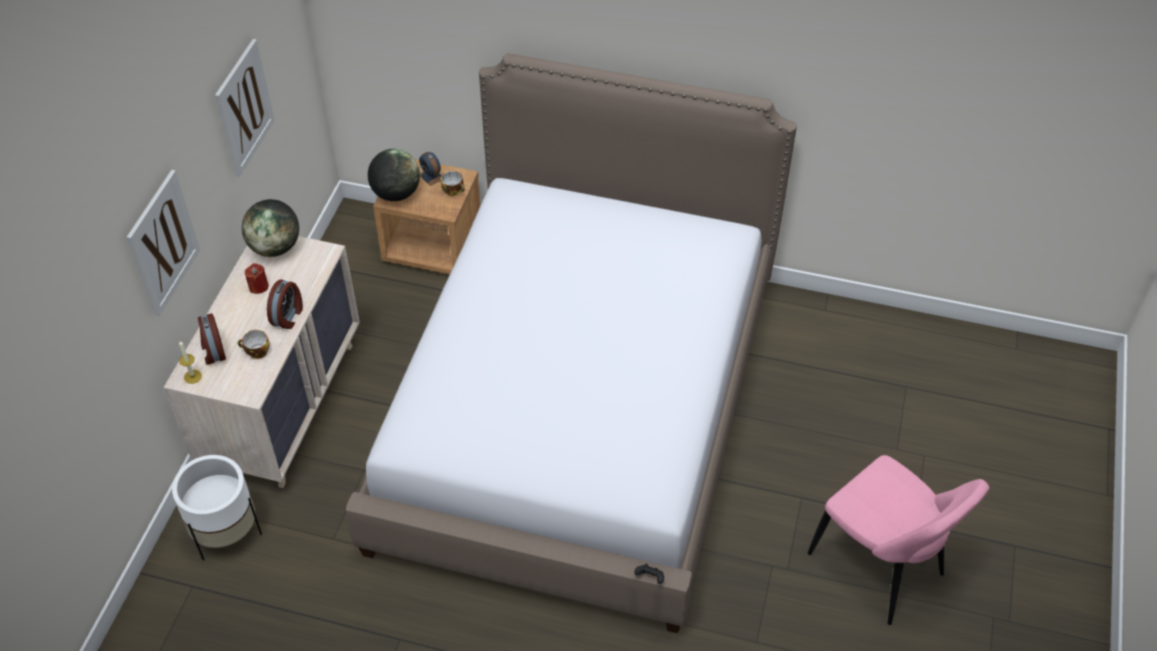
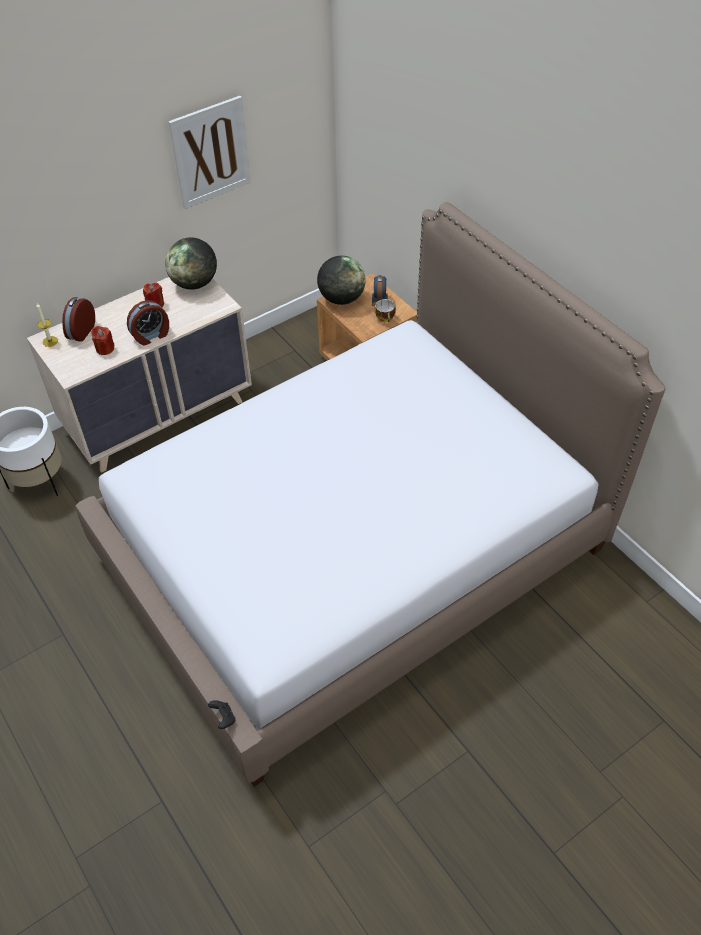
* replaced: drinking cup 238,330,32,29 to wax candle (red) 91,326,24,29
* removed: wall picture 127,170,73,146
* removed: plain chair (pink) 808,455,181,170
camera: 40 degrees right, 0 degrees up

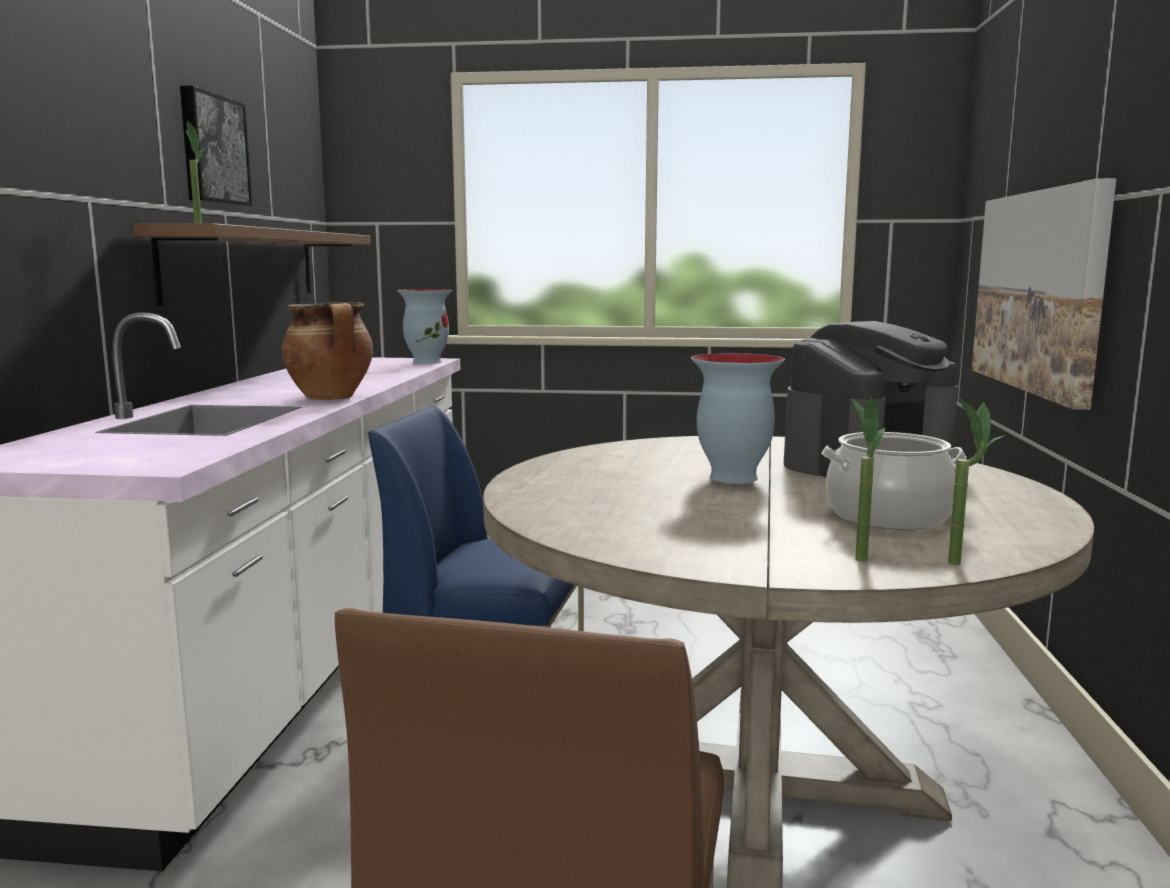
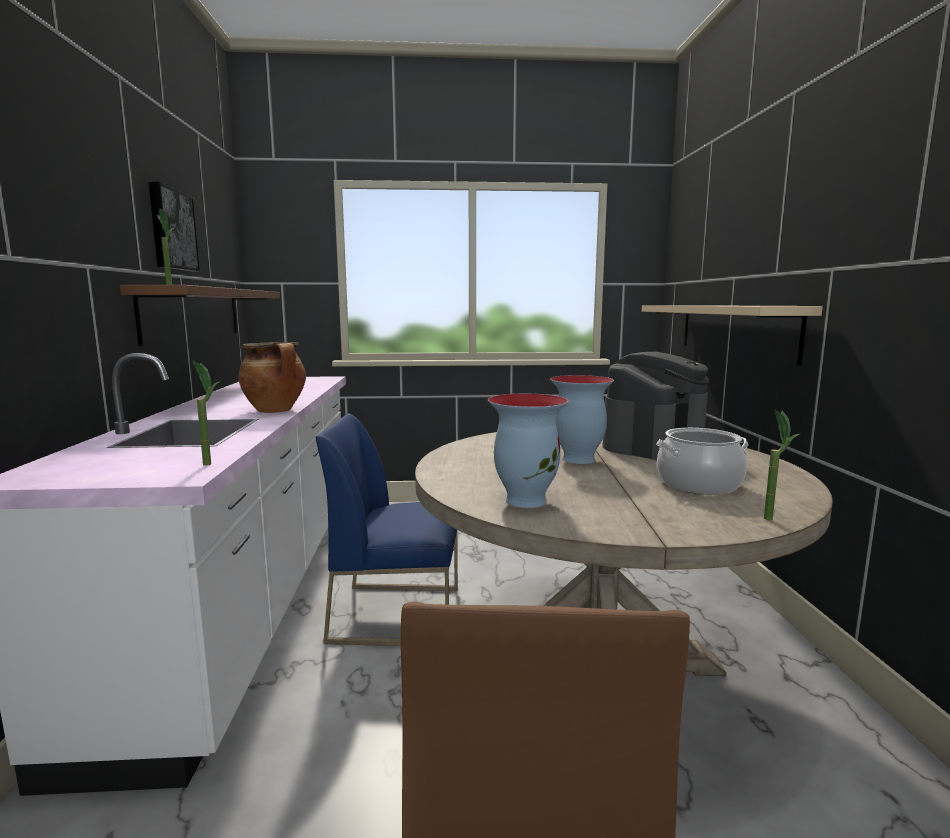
* moved: plant in a pot 852,397,33,165 to 192,360,28,106
* moved: flower vase 397,289,55,75 to 488,393,80,115
* replaced: wall picture 972,178,144,232 to bracket shelf (beige-coloured) 642,305,181,60
camera: 10 degrees left, 0 degrees up

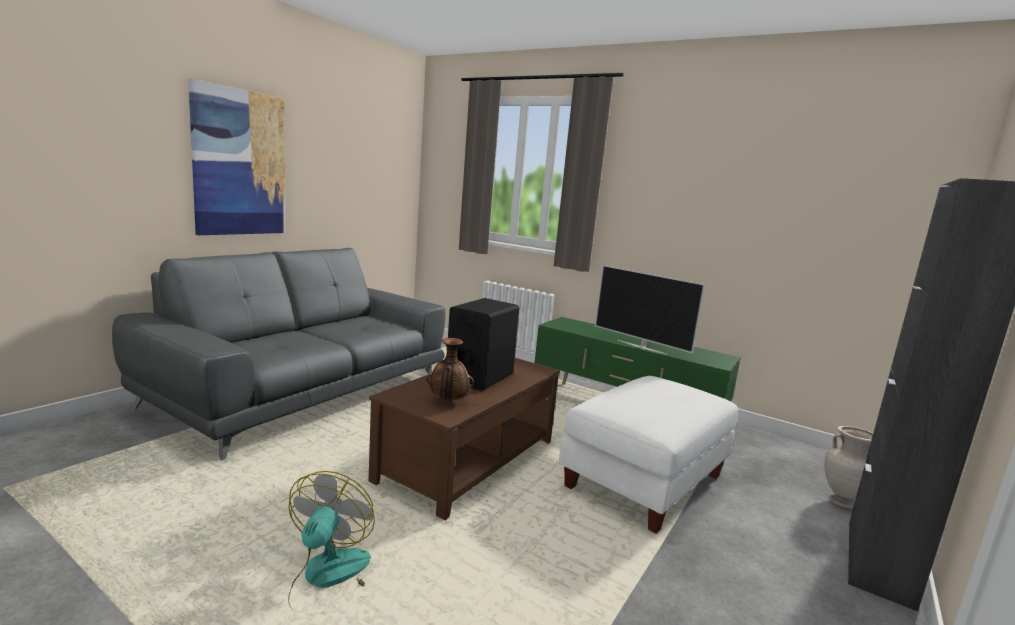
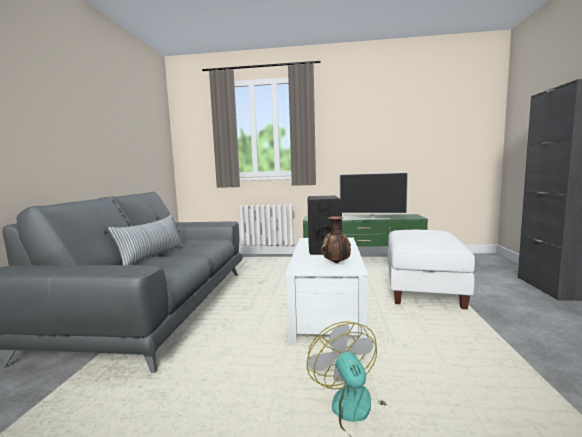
* added: throw pillow 108,215,76,50
* recoloured: lounge table (brown-coloured) 368,358,192,162 to lounge table (white) 285,237,83,106
* removed: wall picture 188,79,97,156
* removed: flower vase (beige-coloured) 825,426,48,83
camera: 25 degrees left, 5 degrees down

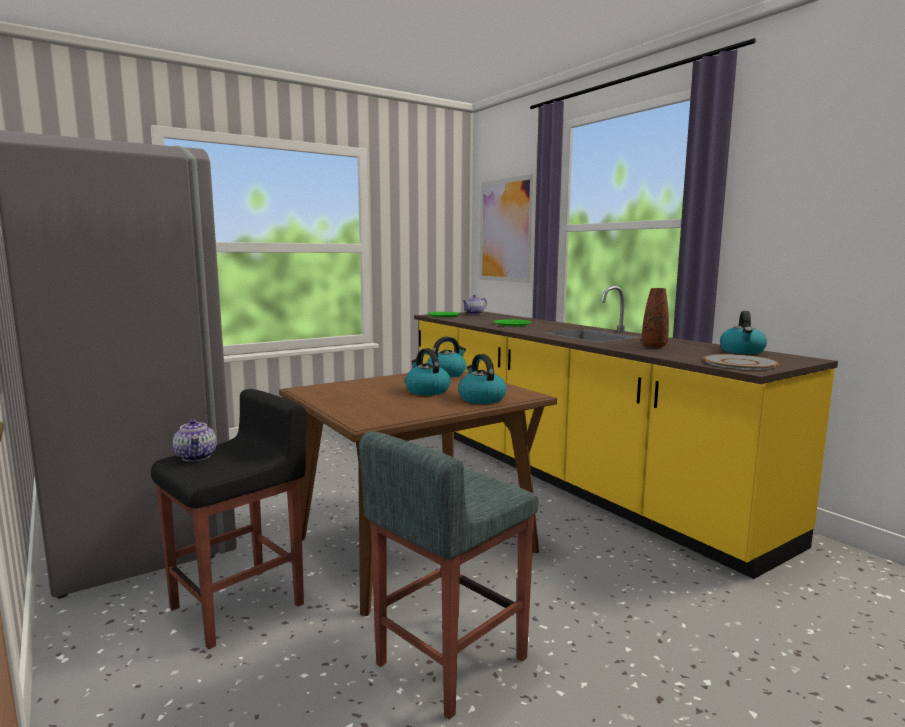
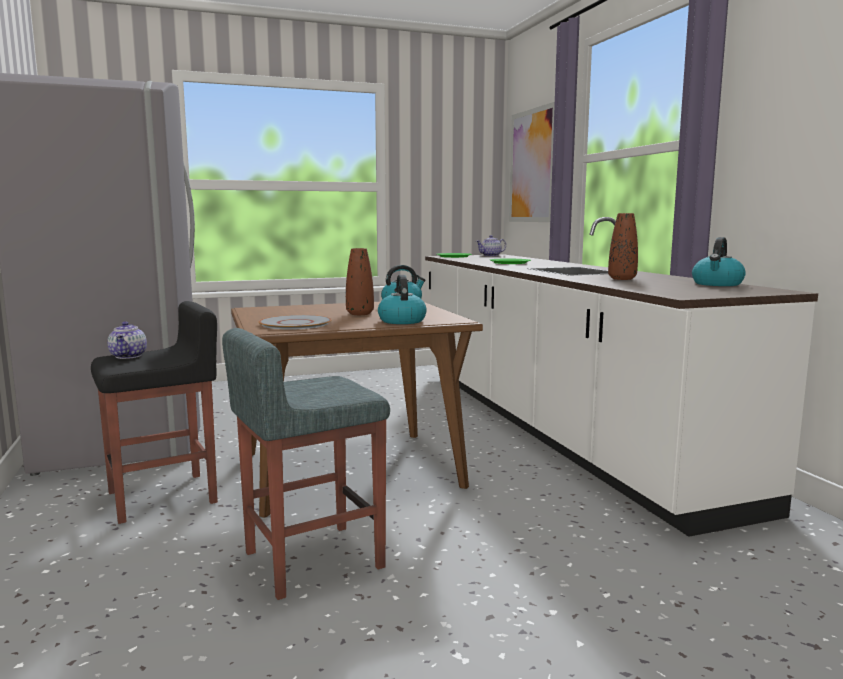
* moved: dinner plate (grey) 703,354,76,16 to 259,315,73,15
* replaced: water kettle 405,348,46,47 to flower vase (brown-coloured) 346,248,28,67
* recoloured: kitchen counter (yellow-coloured) 414,286,424,293 to kitchen counter (white) 425,217,393,320
camera: 15 degrees right, 0 degrees up

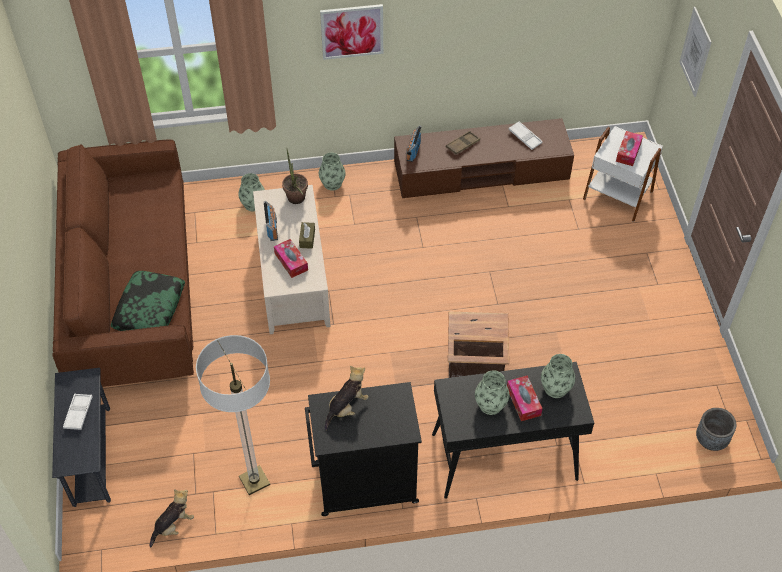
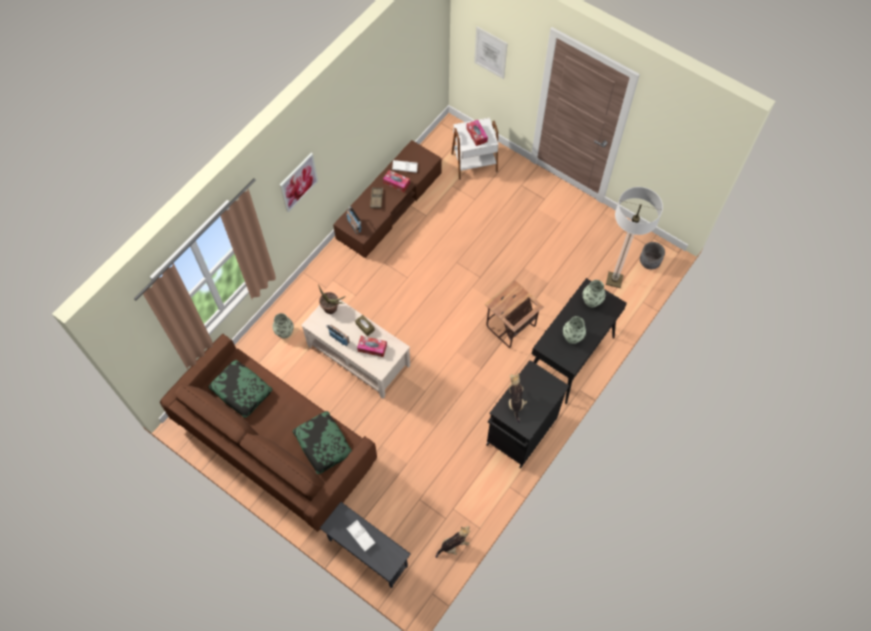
* added: throw pillow 208,360,64,58
* moved: tissue holder 507,375,36,46 to 383,170,27,22
* turned: cuddly toy 150,489,44,58 = 436,526,34,32 60 degrees clockwise
* moved: floor lamp 196,335,74,160 to 606,187,57,101
* removed: flower vase 319,152,26,38
camera: 45 degrees left, 10 degrees up

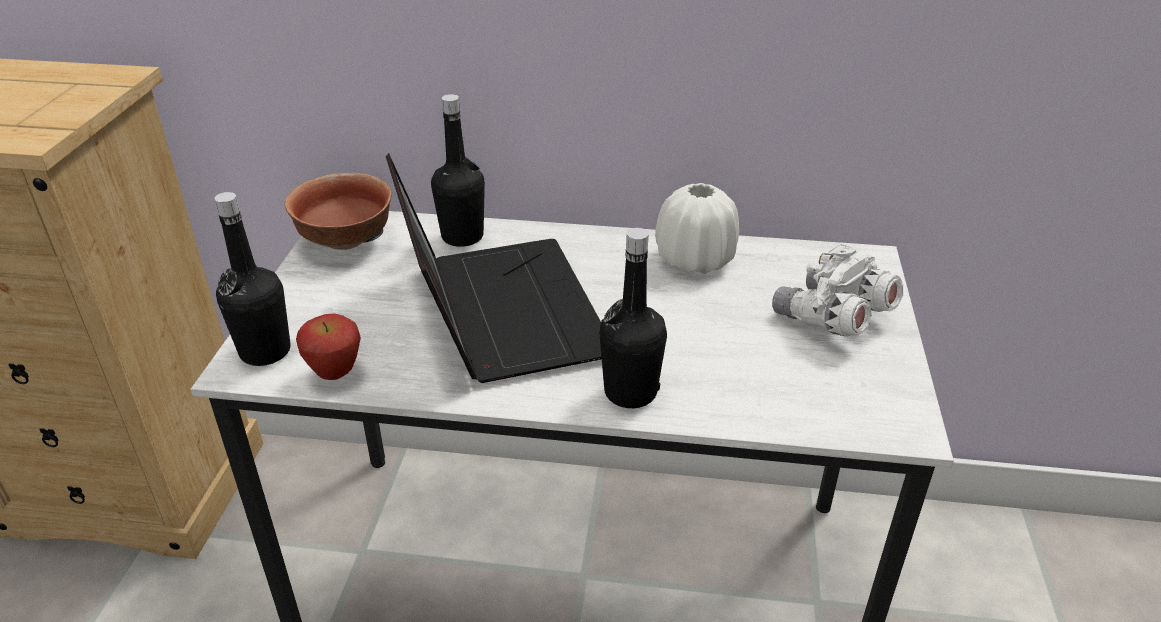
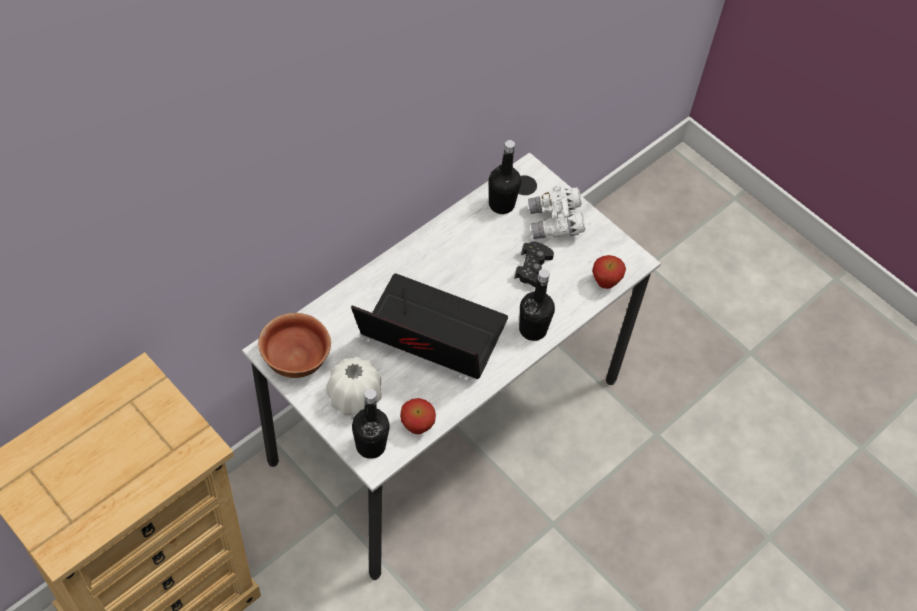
* moved: flower vase (white) 655,183,84,91 to 326,357,56,59
* moved: bottle (blackish) 431,94,54,153 to 489,140,32,74
* added: gamepad (blackish) 514,242,40,45
* added: whole apple 592,255,34,34
camera: 55 degrees left, 20 degrees up

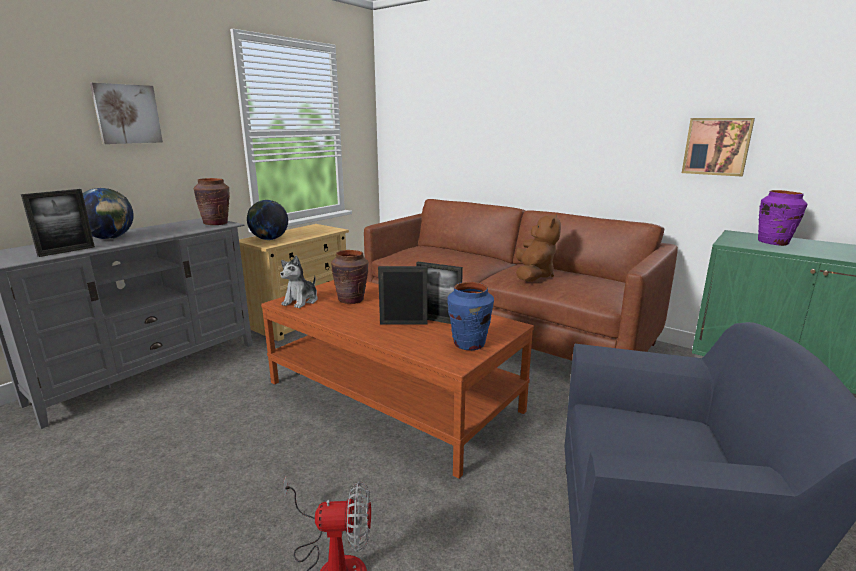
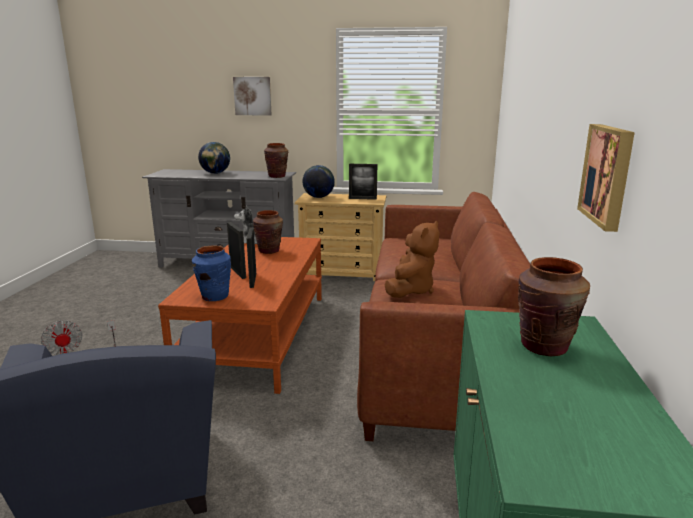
* moved: photo frame 21,189,74,68 to 349,164,28,36
* turned: cuddly toy (brown-coloured) 516,213,45,69 = 385,221,55,77 45 degrees counterclockwise
* recoloured: flower vase (purple-coloured) 758,190,49,56 to flower vase (brown-coloured) 518,257,72,99
camera: 60 degrees right, 0 degrees up

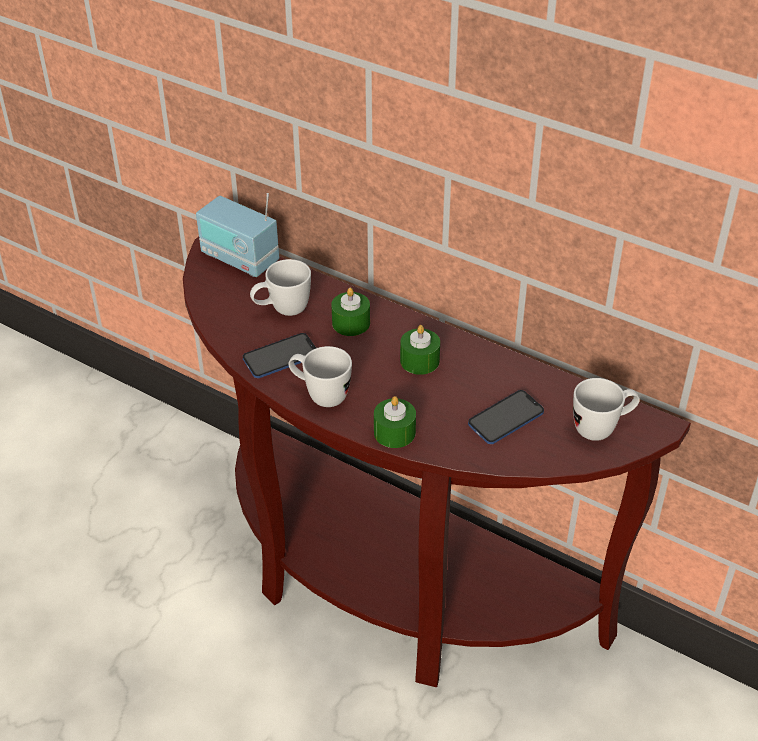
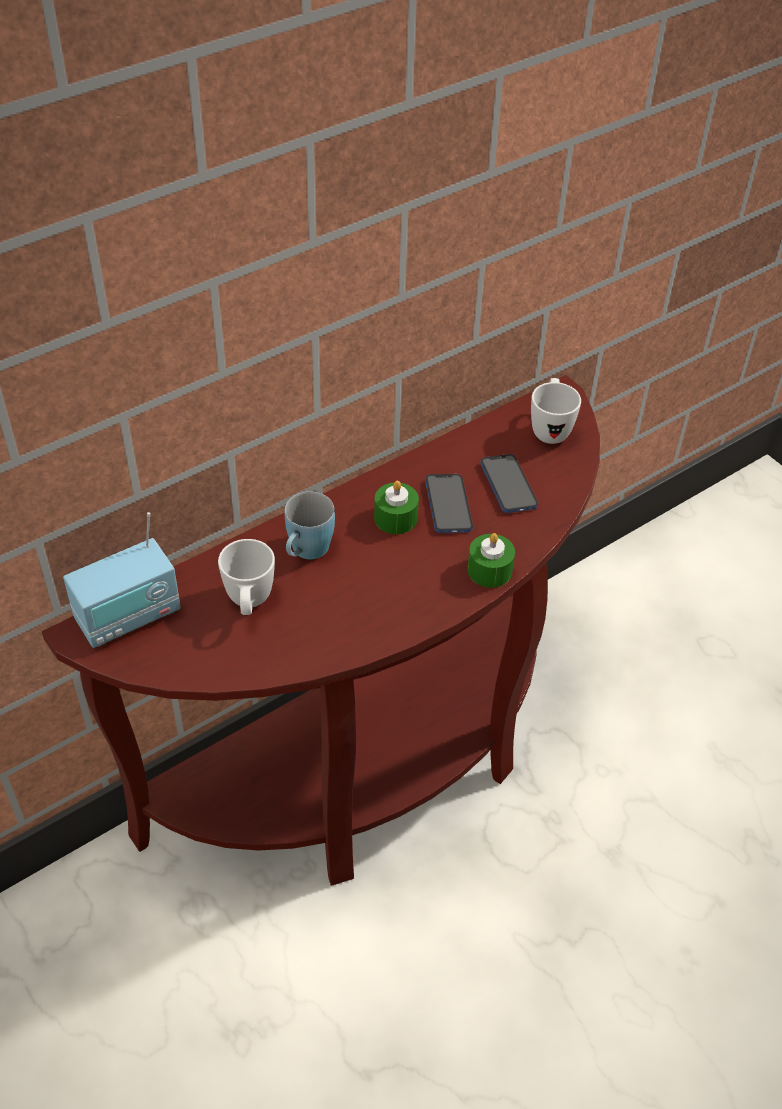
* replaced: wax candle (green-coloured) 331,288,39,48 to tea mug (bluish) 285,491,50,69
* moved: telephone 243,333,73,45 to 425,474,48,59
* removed: tea mug (white) 288,346,64,61
camera: 70 degrees left, 5 degrees up

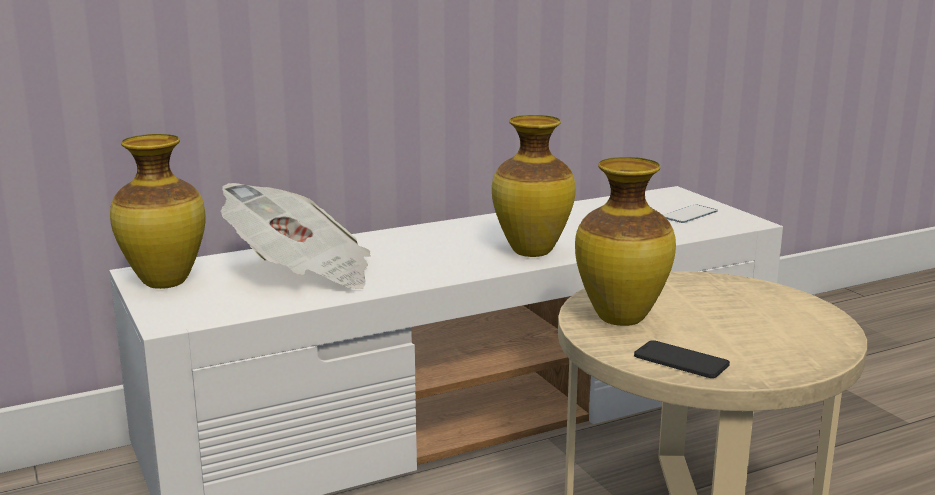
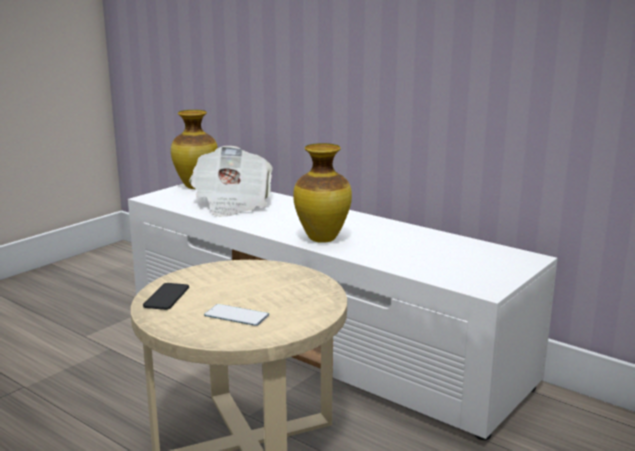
* moved: telephone 663,204,55,19 to 204,304,65,22
* removed: flower vase 575,157,101,169
camera: 65 degrees right, 0 degrees up

